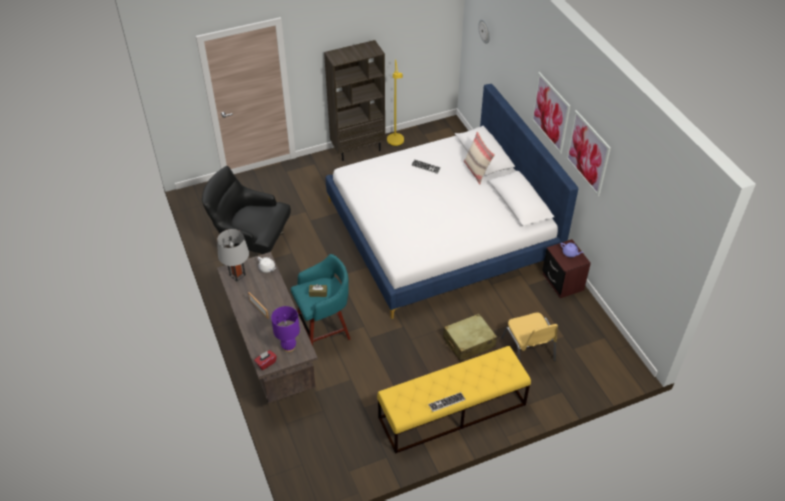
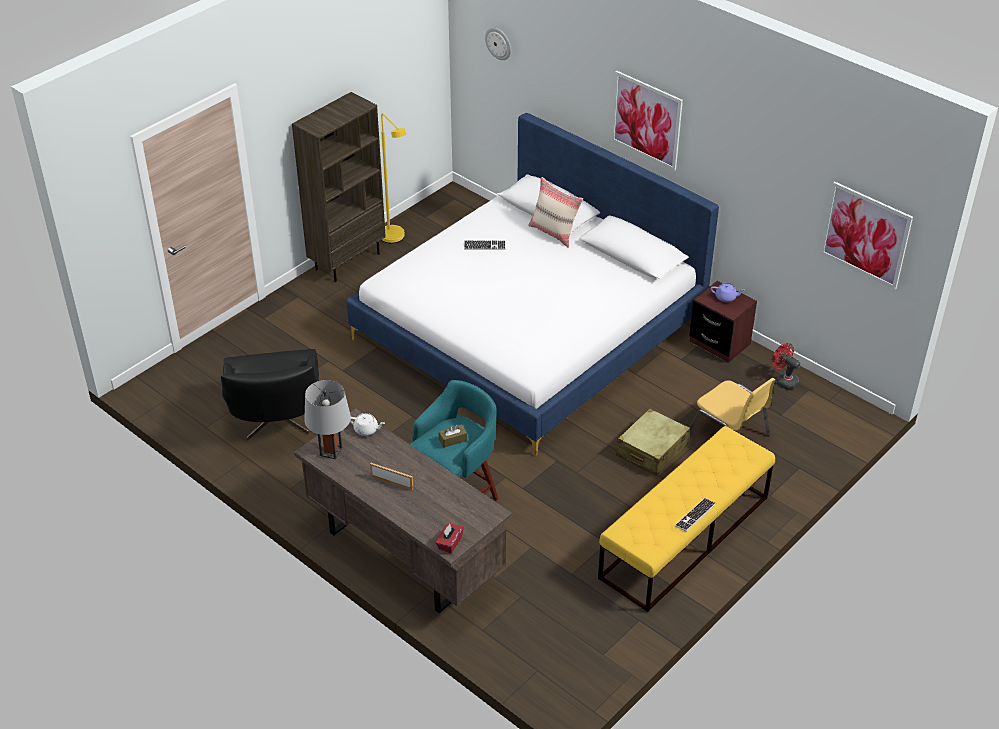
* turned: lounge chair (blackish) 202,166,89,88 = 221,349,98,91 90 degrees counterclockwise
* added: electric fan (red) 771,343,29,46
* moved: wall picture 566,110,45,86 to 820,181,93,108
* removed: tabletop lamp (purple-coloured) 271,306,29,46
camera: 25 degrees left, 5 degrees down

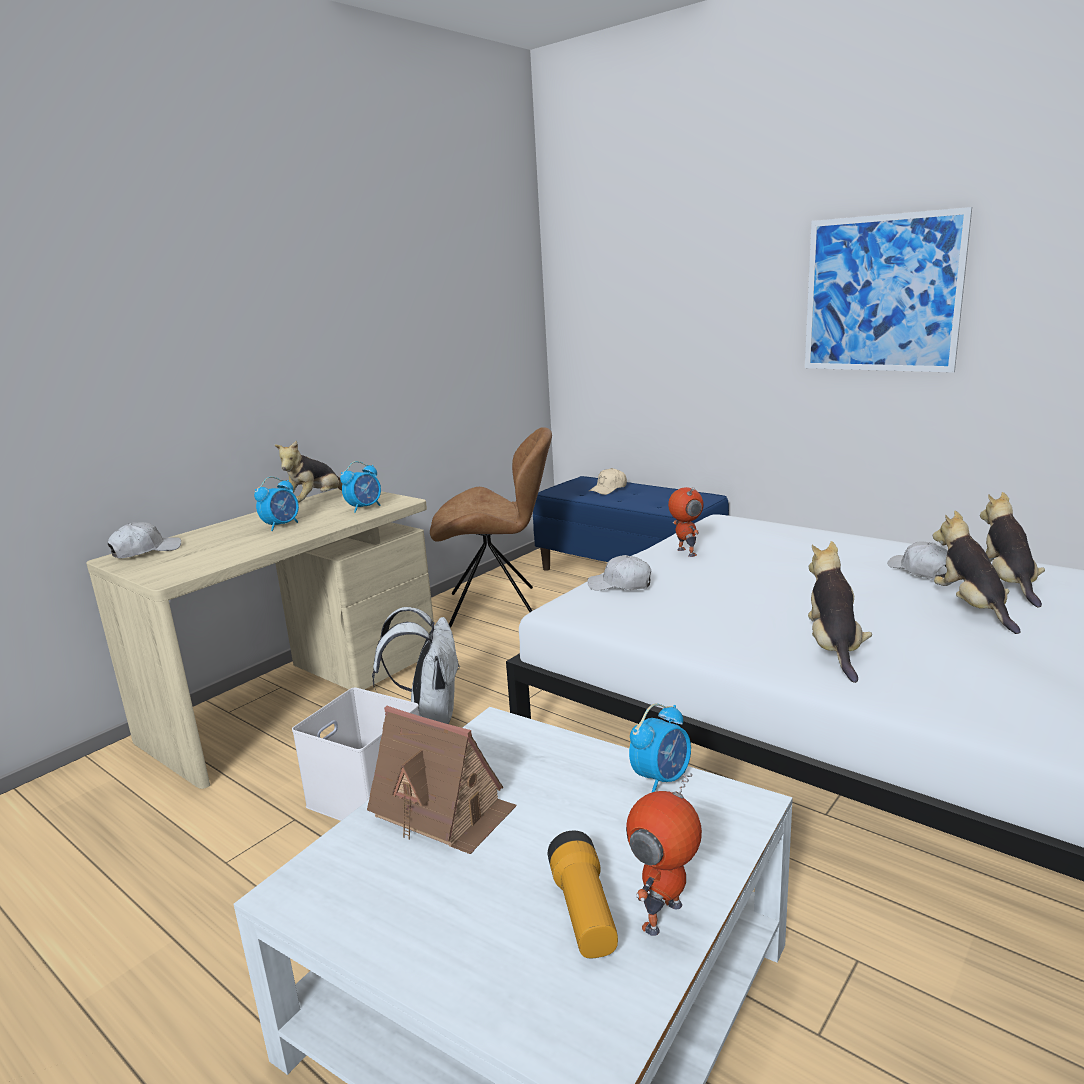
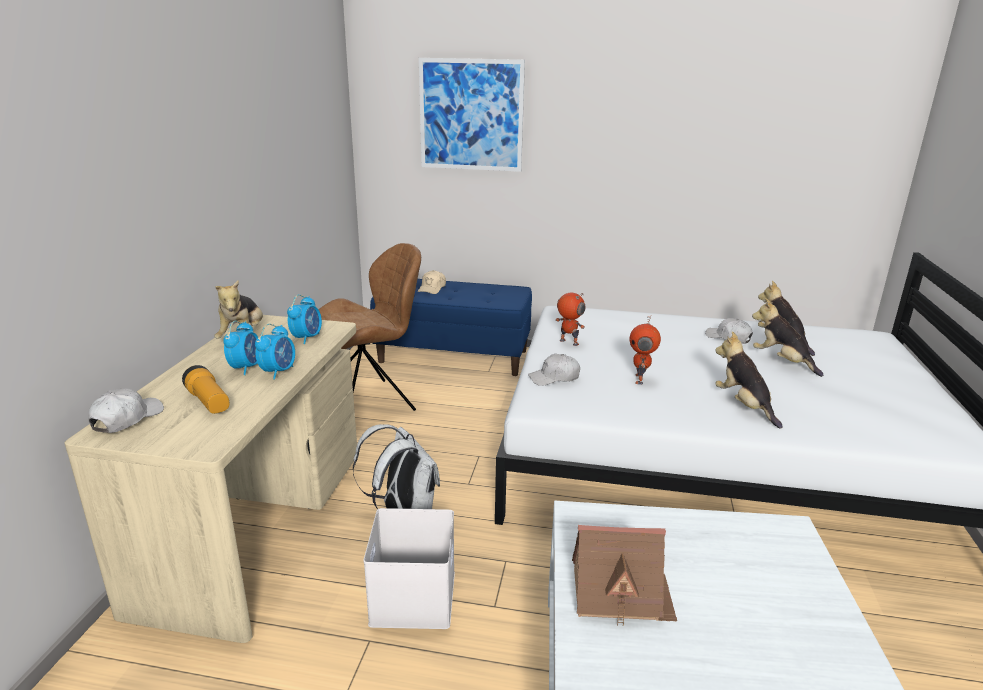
* moved: torch 548,830,70,129 to 182,365,47,49
* moved: alarm clock 629,704,62,88 to 255,324,40,55
* moved: wall picture 805,207,167,166 to 419,58,106,114
* moved: model robot 626,773,76,163 to 629,316,32,69
camera: 30 degrees left, 5 degrees up

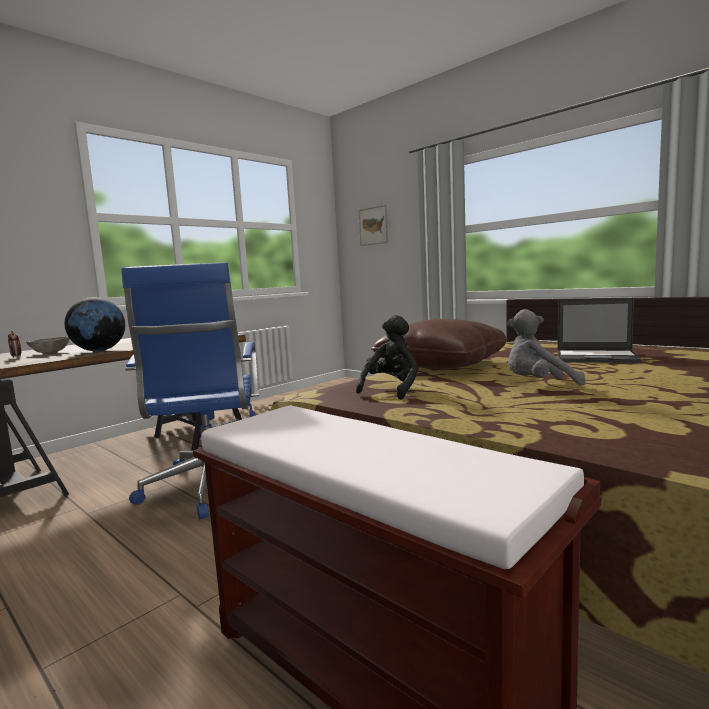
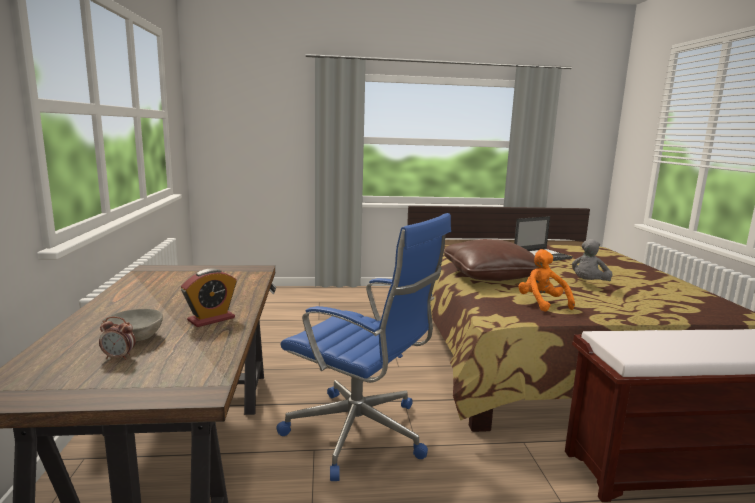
* replaced: world globe 64,297,61,54 to alarm clock 181,269,56,58
* recoloured: cuddly toy (blackish) 356,315,62,84 to cuddly toy (orange) 518,249,57,63
* removed: wall picture 359,205,30,41
camera: 50 degrees left, 5 degrees up

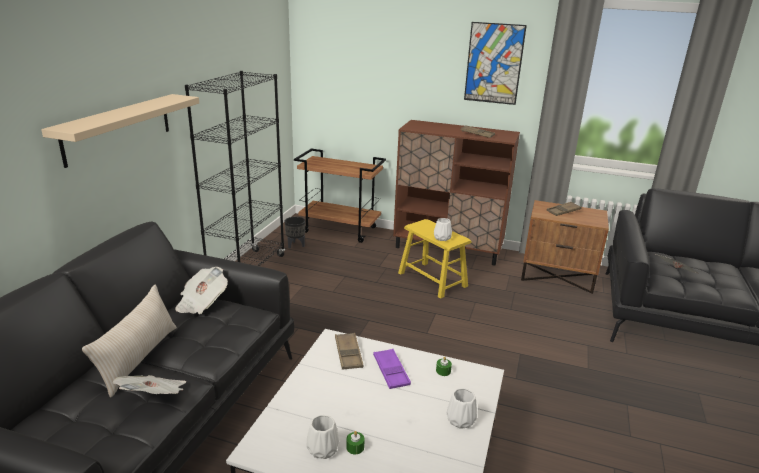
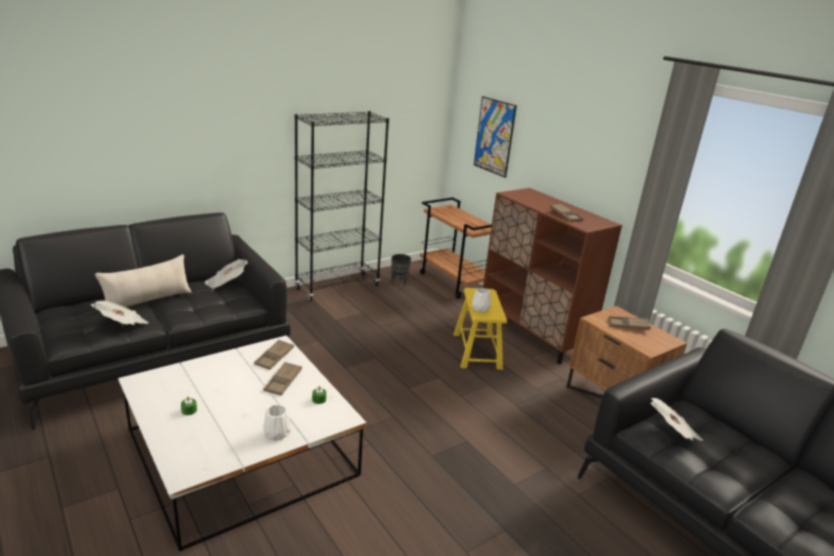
* recoloured: tray (purple-coloured) 373,349,38,40 to tray (brown-coloured) 264,362,38,34
* moved: wall picture 464,22,63,83 to 474,96,43,82
* removed: bracket shelf (beige-coloured) 41,94,158,74
* removed: flower vase (white) 306,415,33,44
camera: 35 degrees right, 0 degrees up

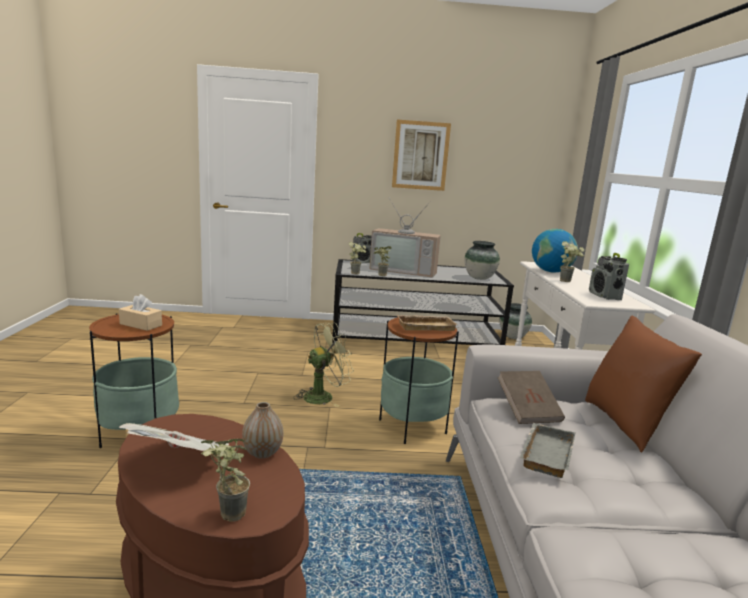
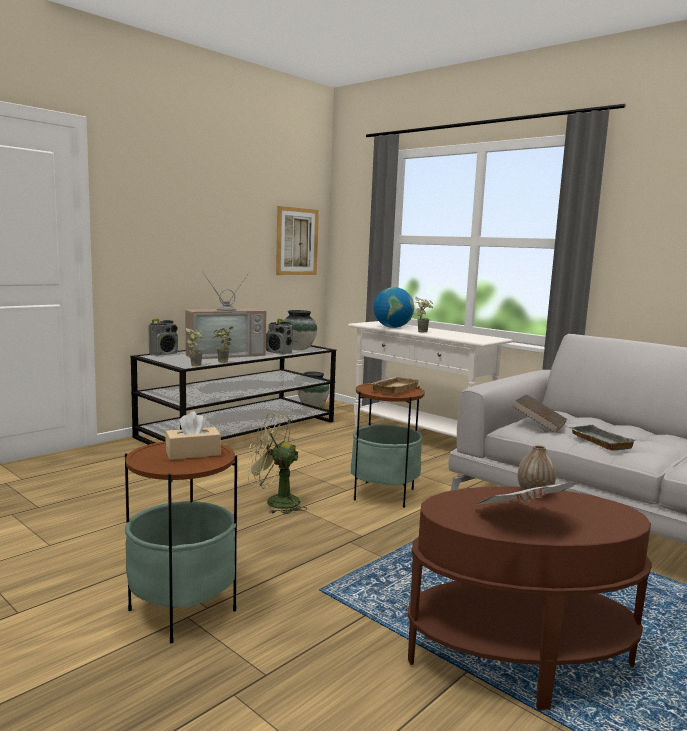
* turned: electric fan (green-coloured) 293,322,61,85 = 246,413,61,101 90 degrees counterclockwise
* moved: radio set 589,253,40,47 to 266,319,27,35
* moved: wall picture 392,120,59,71 to 276,206,43,69
* removed: plant in a pot 201,439,49,83
* removed: throw pillow (brown-coloured) 585,316,117,137
camera: 45 degrees left, 5 degrees down

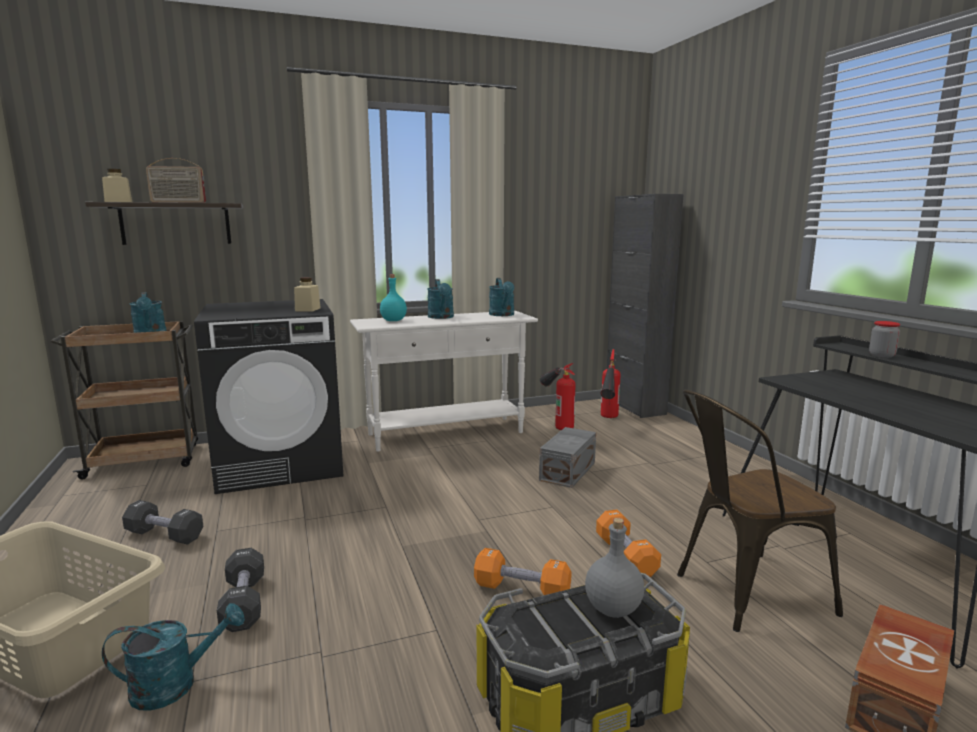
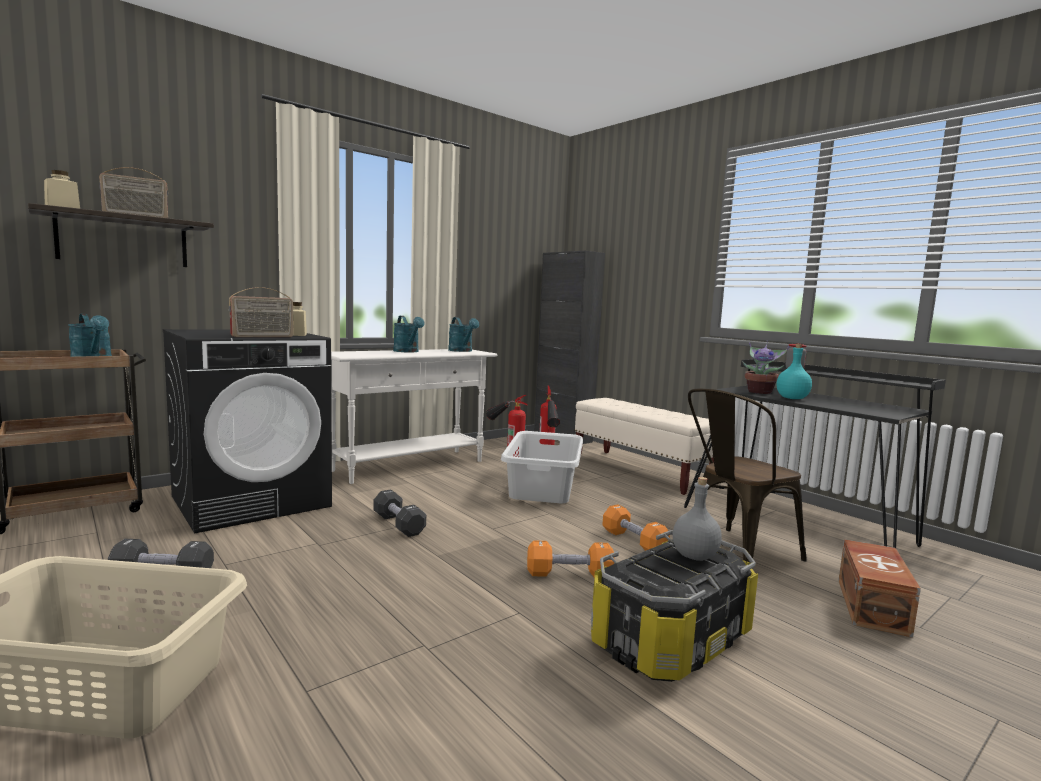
* added: radio set 229,287,64,50
* moved: free weight (blackish) 217,548,47,84 to 373,489,53,48
* replaced: storage box (grey) 539,427,57,61 to laundry basket (grey) 501,431,82,73
* added: long seat (beige-coloured) 575,398,139,97
* added: plant in a pot 742,341,48,53
* moved: bottle (turquoise-coloured) 380,274,27,47 to 776,344,36,55
* removed: watering pot (turquoise-coloured) 102,603,143,108
camera: 20 degrees left, 5 degrees down

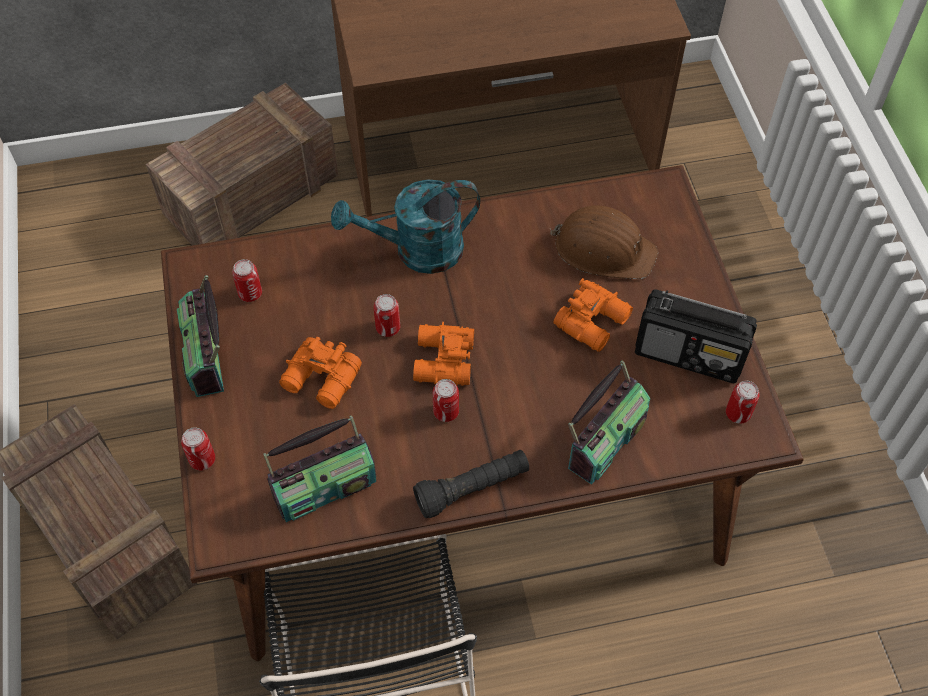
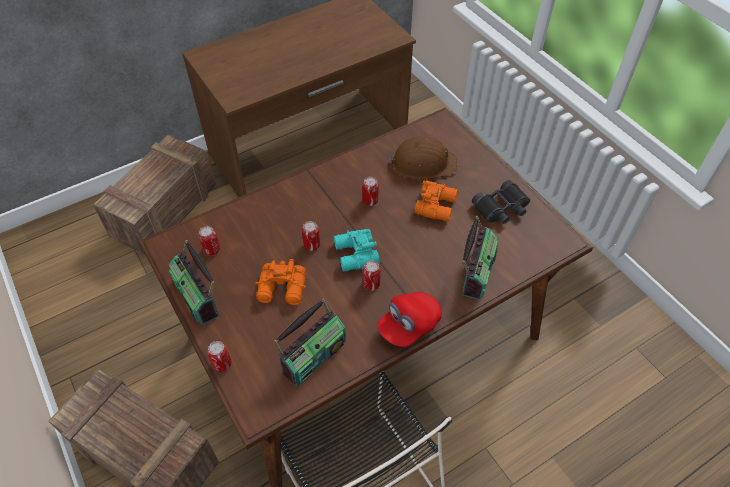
* recoloured: field glasses (orange) 413,322,61,64 to field glasses (turquoise-coloured) 334,229,46,43
* moved: sealed can 726,381,33,43 to 363,177,16,29
* replaced: torch (blackish) 413,450,116,68 to baseball cap (red) 377,292,65,55
* replaced: radio set 635,289,122,94 to field glasses (blackish) 472,180,58,44
* removed: watering pot (turquoise-coloured) 331,179,149,95
camera: 20 degrees left, 5 degrees down

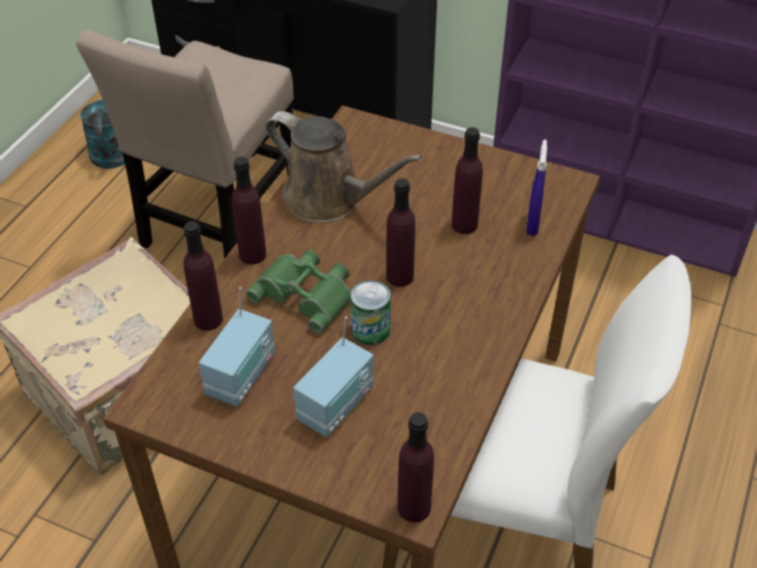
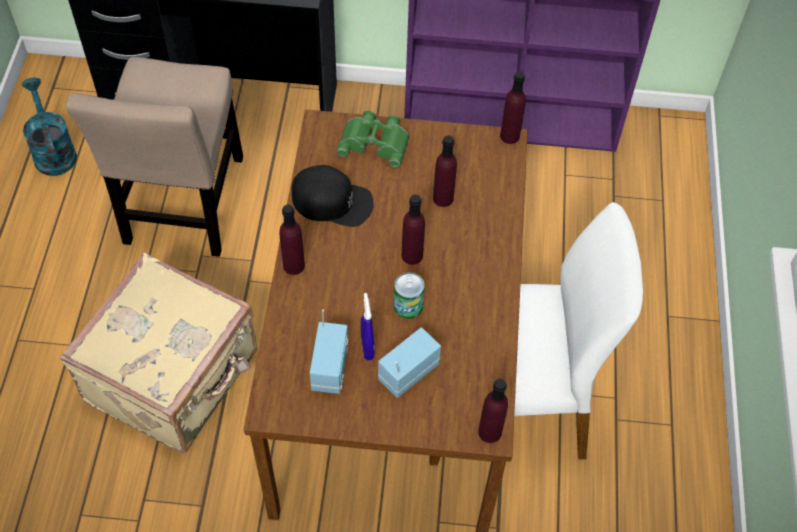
* replaced: watering pot (brown-coloured) 265,111,157,112 to baseball cap (blackish) 291,165,83,62
* moved: field glasses (green-coloured) 246,250,105,84 to 337,111,73,57
* moved: sprayer (bluish) 526,140,21,96 to 361,293,13,67
* turned: radio set 293,317,81,120 = 378,327,63,71 150 degrees counterclockwise
* moved: bottle (purple-coloured) 183,221,40,110 to 500,71,26,73
camera: 20 degrees left, 10 degrees up

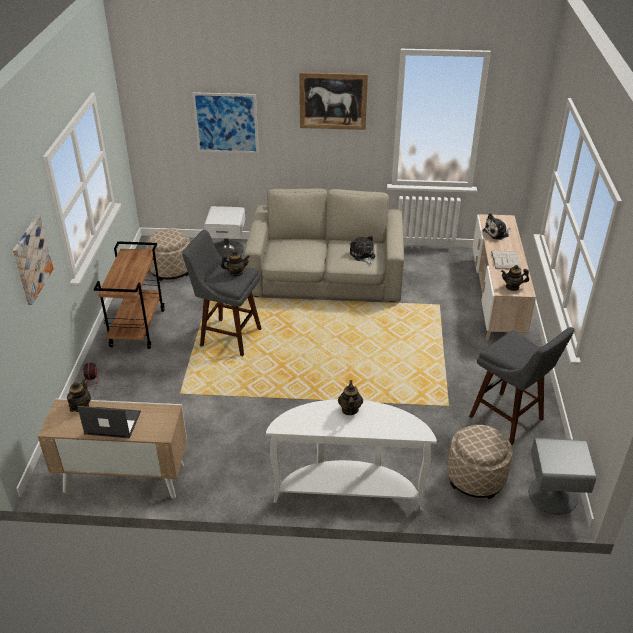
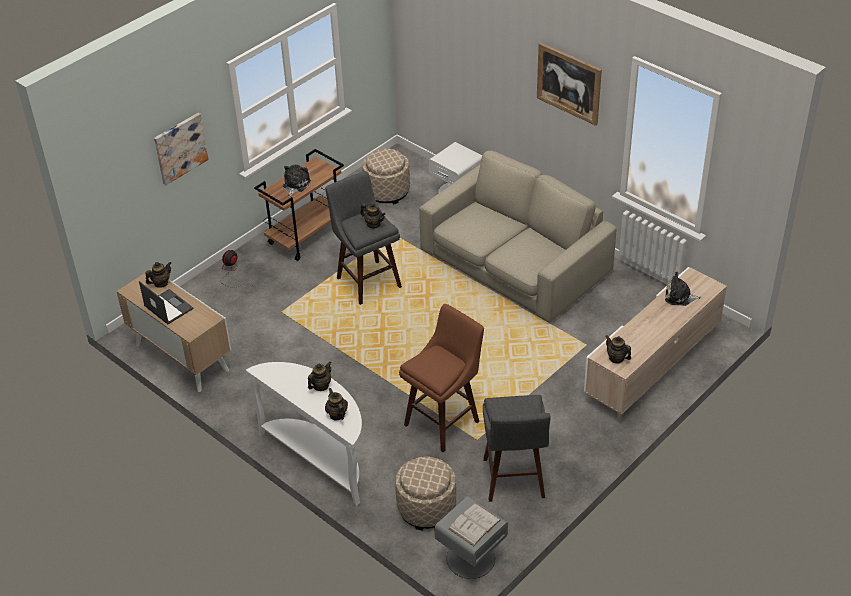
* moved: cuddly toy 350,236,26,29 to 283,165,28,32
* added: teapot 325,388,23,32
* added: stool (brown-coloured) 399,304,85,148
* moved: bound book (white) 491,251,30,18 to 448,503,53,43
* removed: wall picture 192,92,67,62
camera: 40 degrees right, 5 degrees up

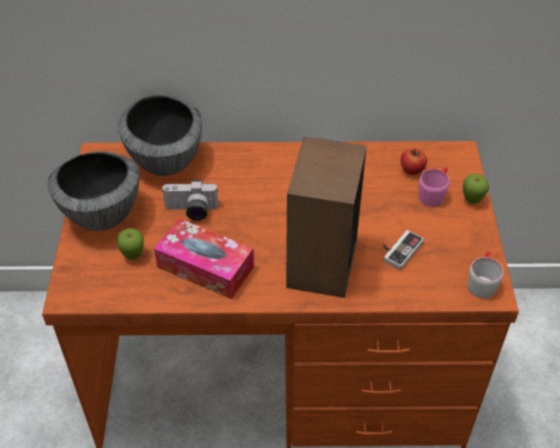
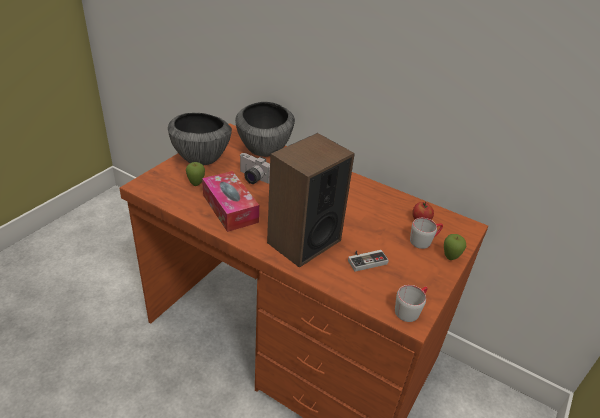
* recoloured: tea mug (pink) 419,167,31,40 to tea mug (grey) 410,218,33,31
camera: 30 degrees right, 10 degrees down

